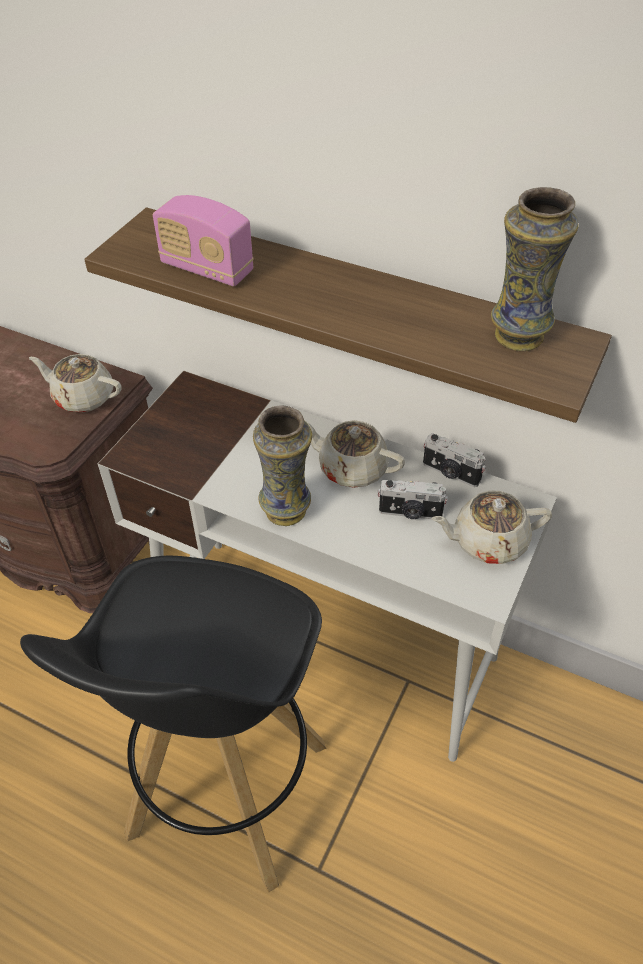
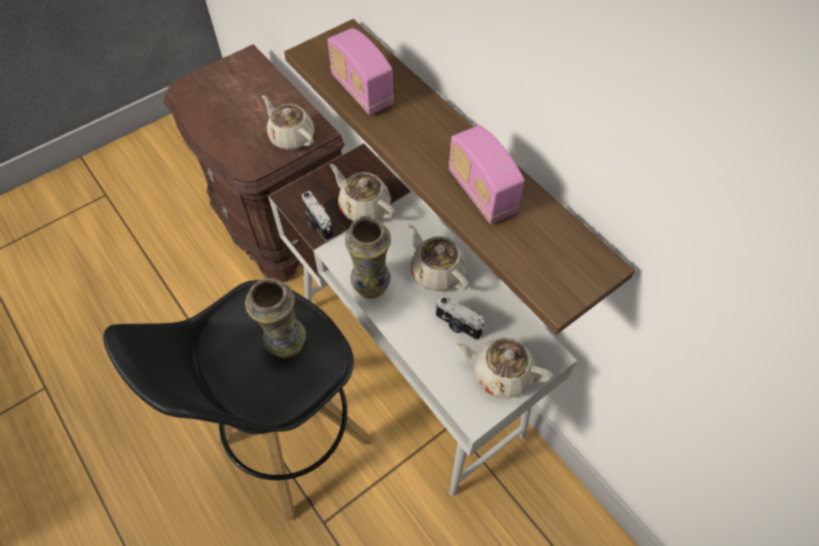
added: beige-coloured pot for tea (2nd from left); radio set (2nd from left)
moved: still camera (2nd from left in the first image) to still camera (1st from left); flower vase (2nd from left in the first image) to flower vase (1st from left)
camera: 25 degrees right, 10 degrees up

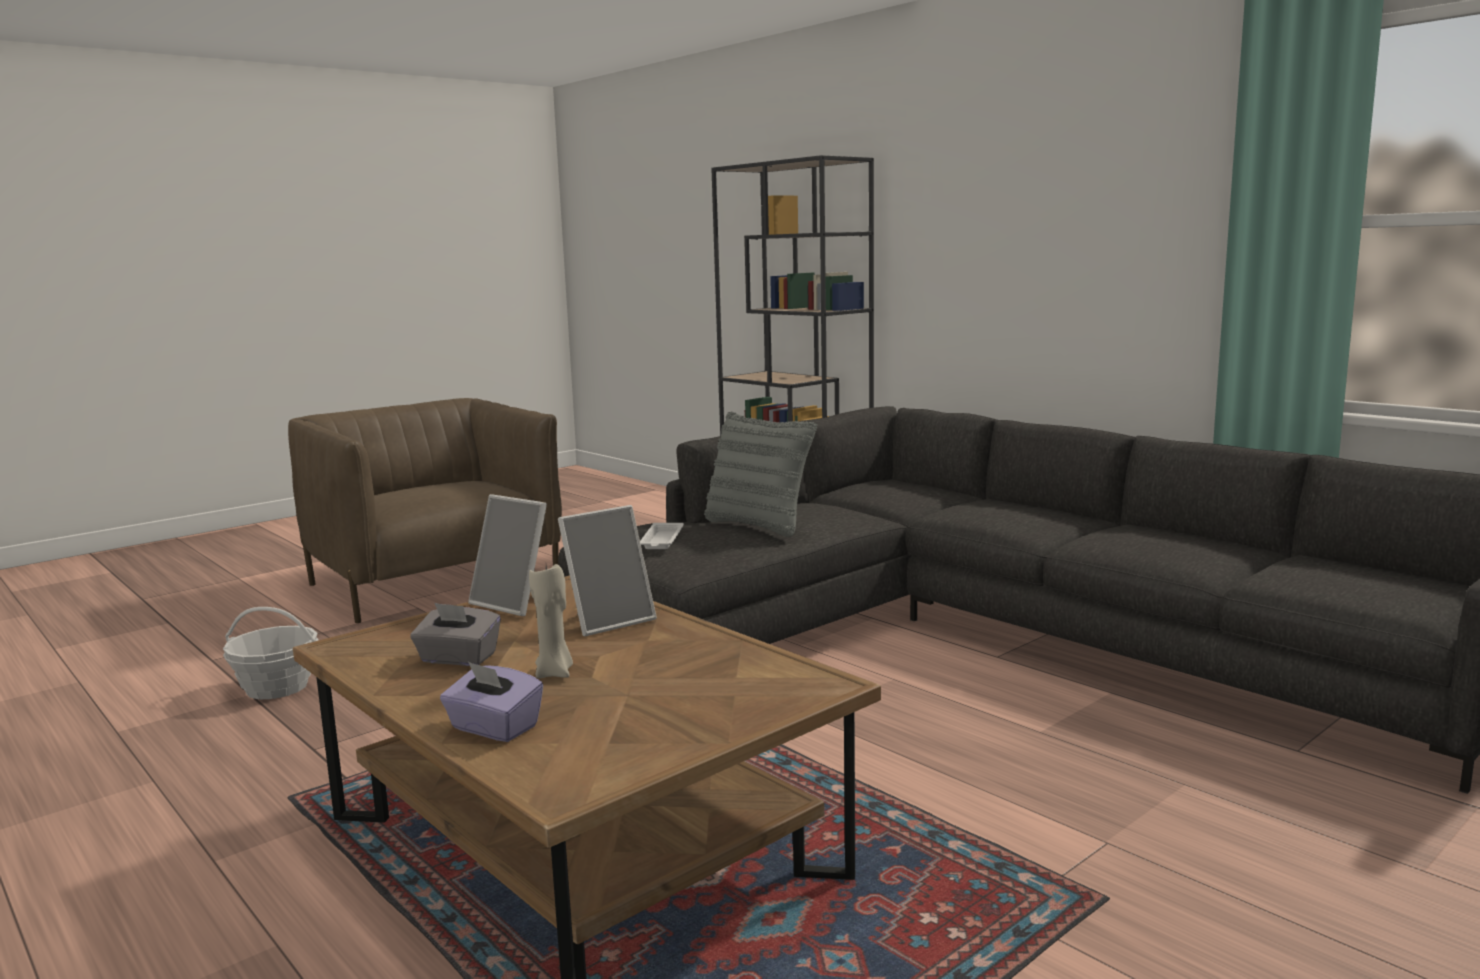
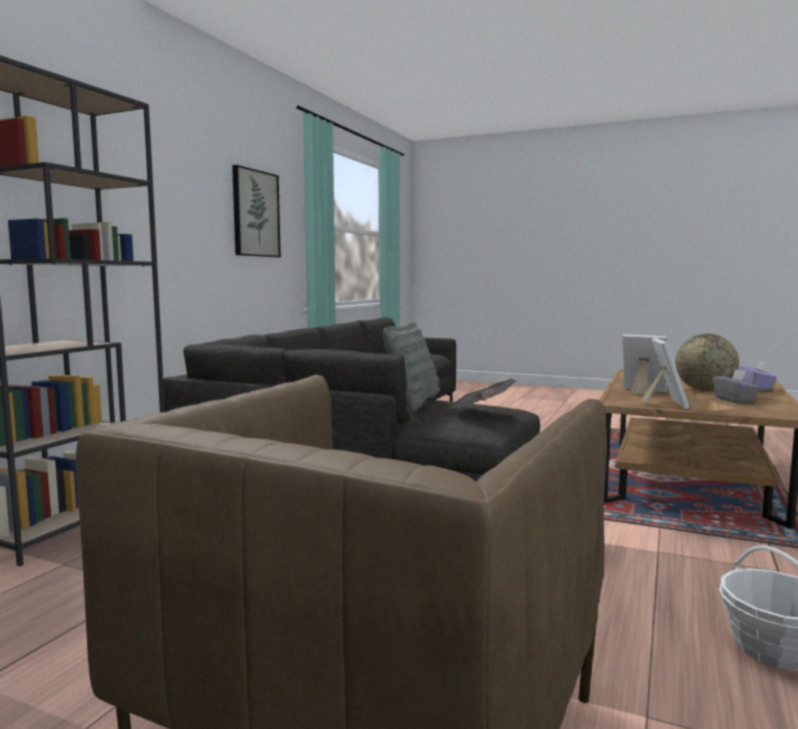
added: wall art
replaced: beige-coloured wax light to globe; white serving tray to printed paper
camera: 115 degrees left, 5 degrees down

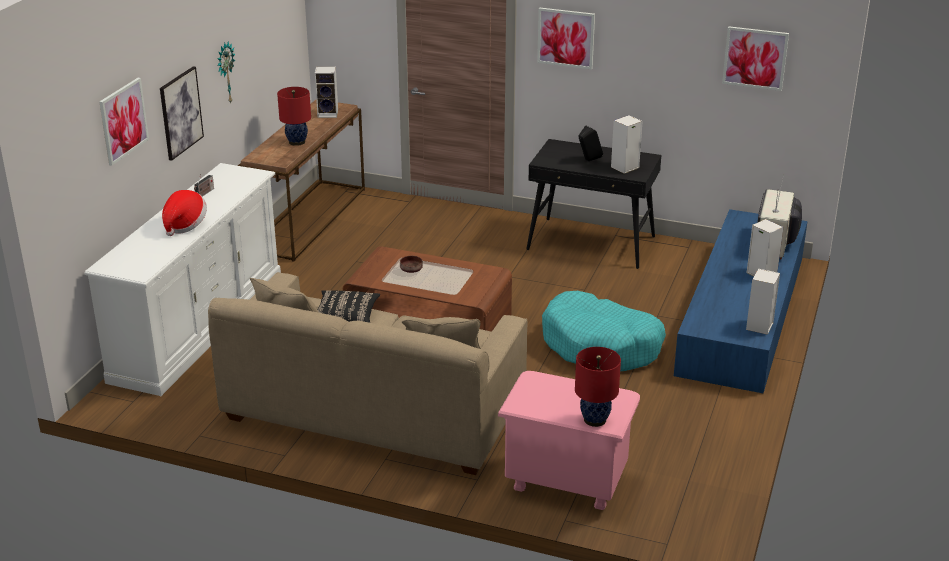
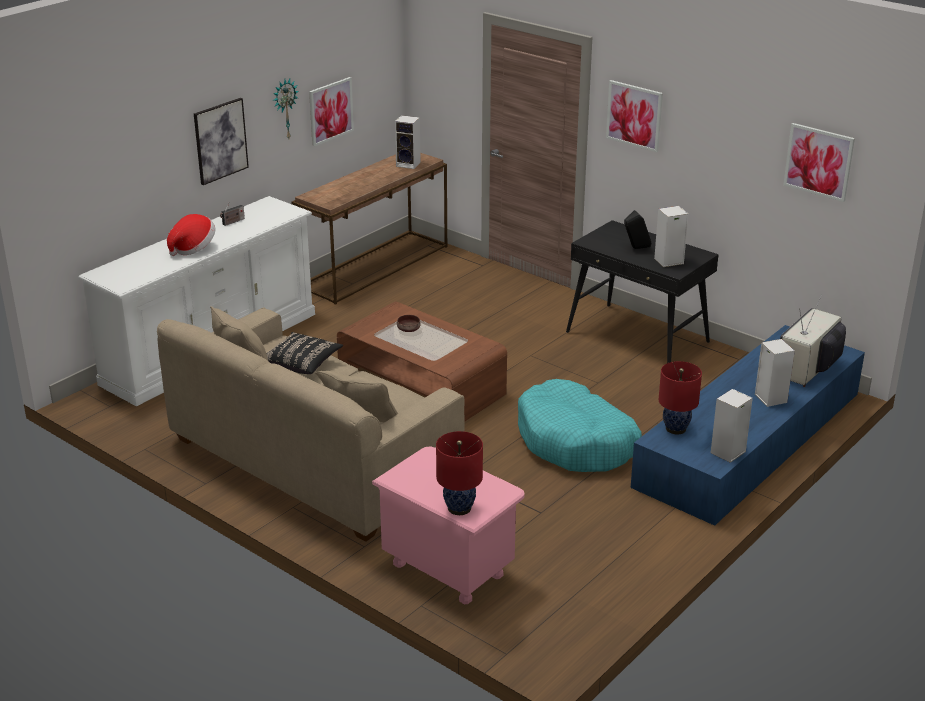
moved: wall art (1st from left in the first image) to wall art (2nd from left); red-coloured table lamp (1st from left in the first image) to red-coloured table lamp (2nd from left)
camera: 20 degrees right, 0 degrees up

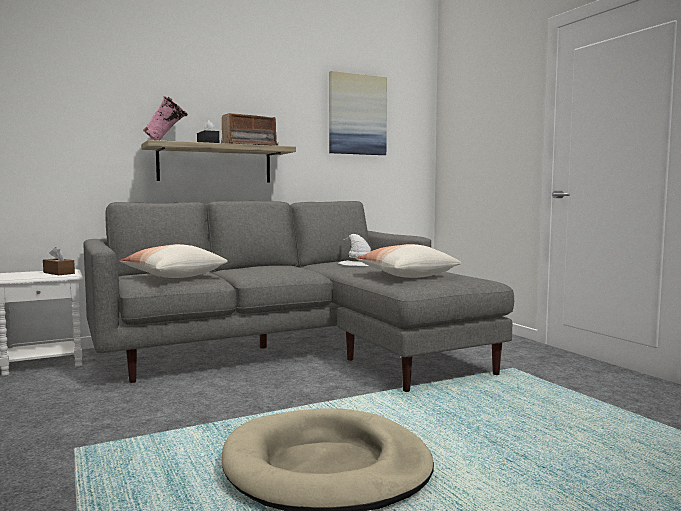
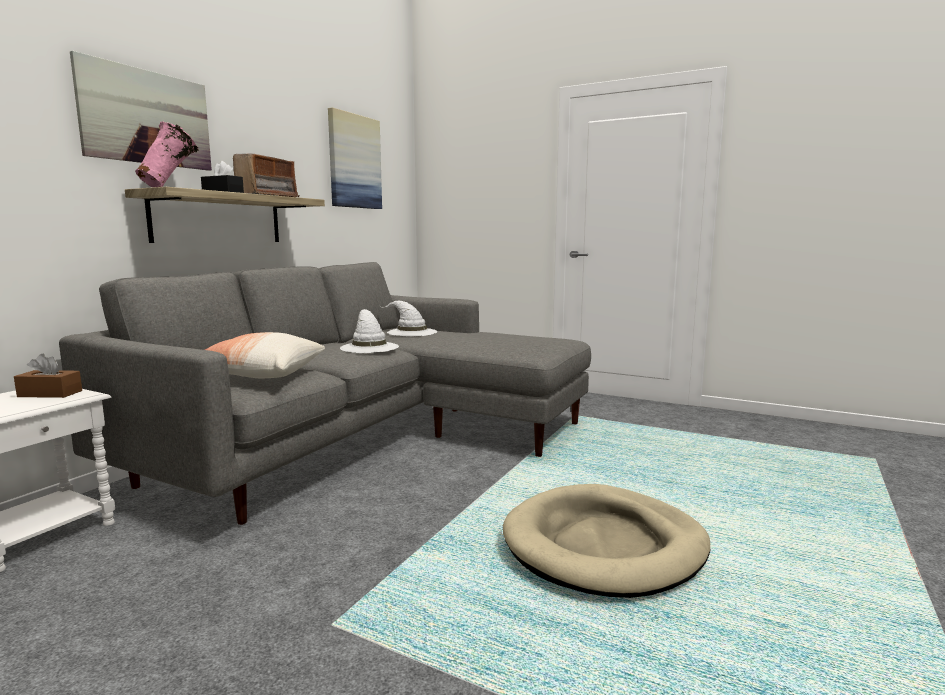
removed: pillow (2nd from left)
added: wall art (1st from left); white wearable hat (1st from left)
camera: 35 degrees left, 5 degrees up

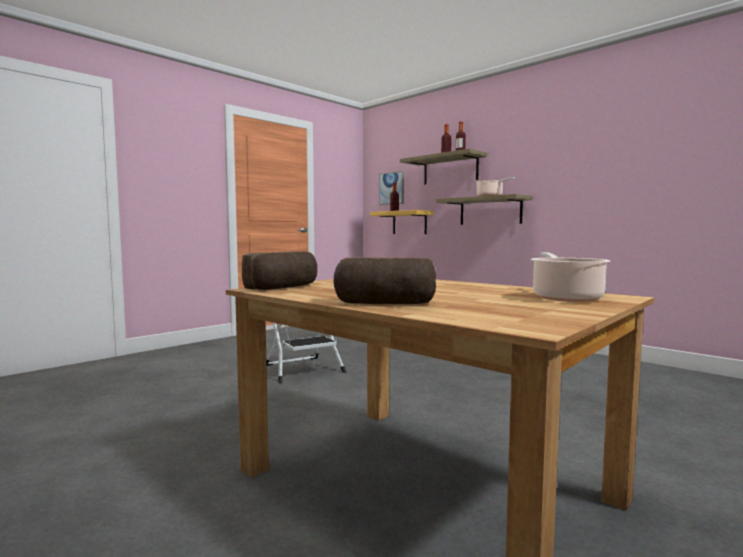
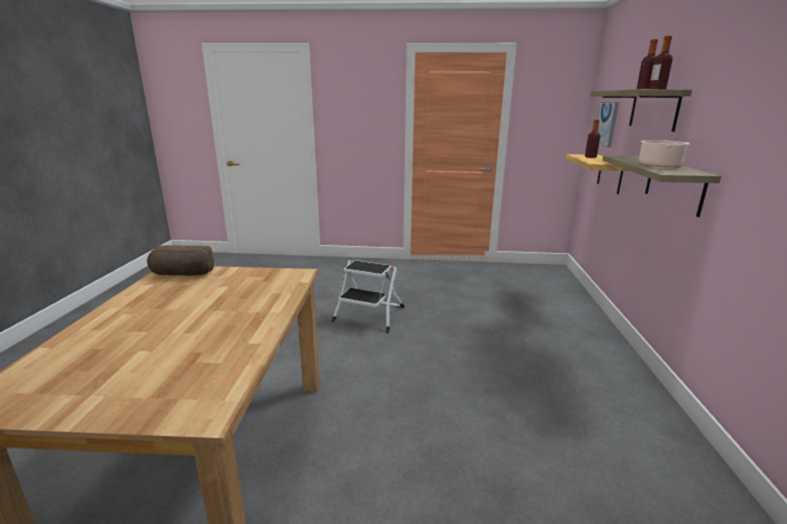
removed: bakery bread (2nd from left); cooking pot (2nd from left)
camera: 50 degrees right, 15 degrees up

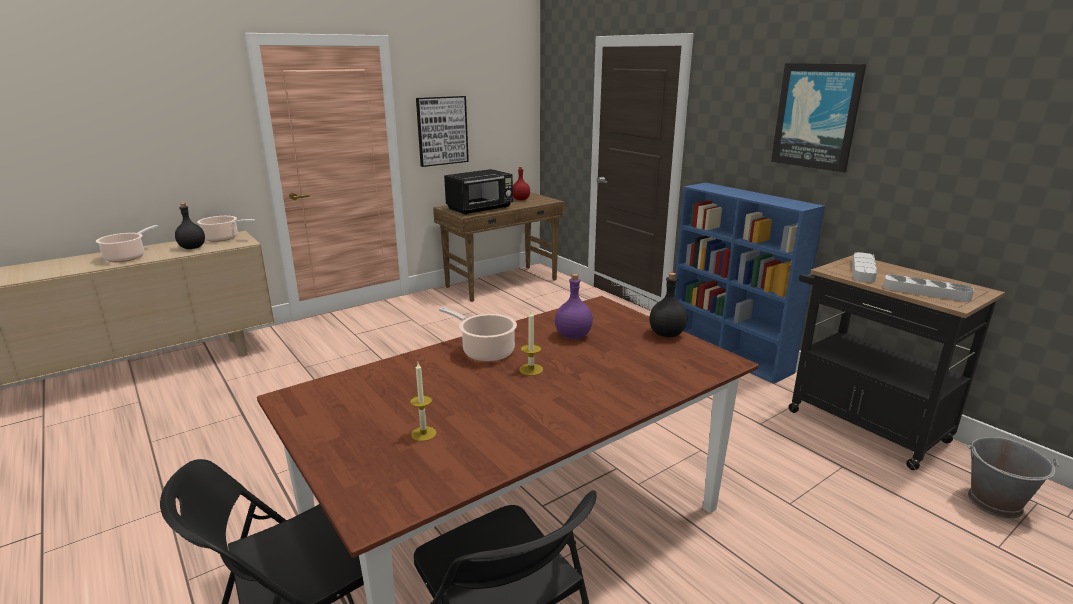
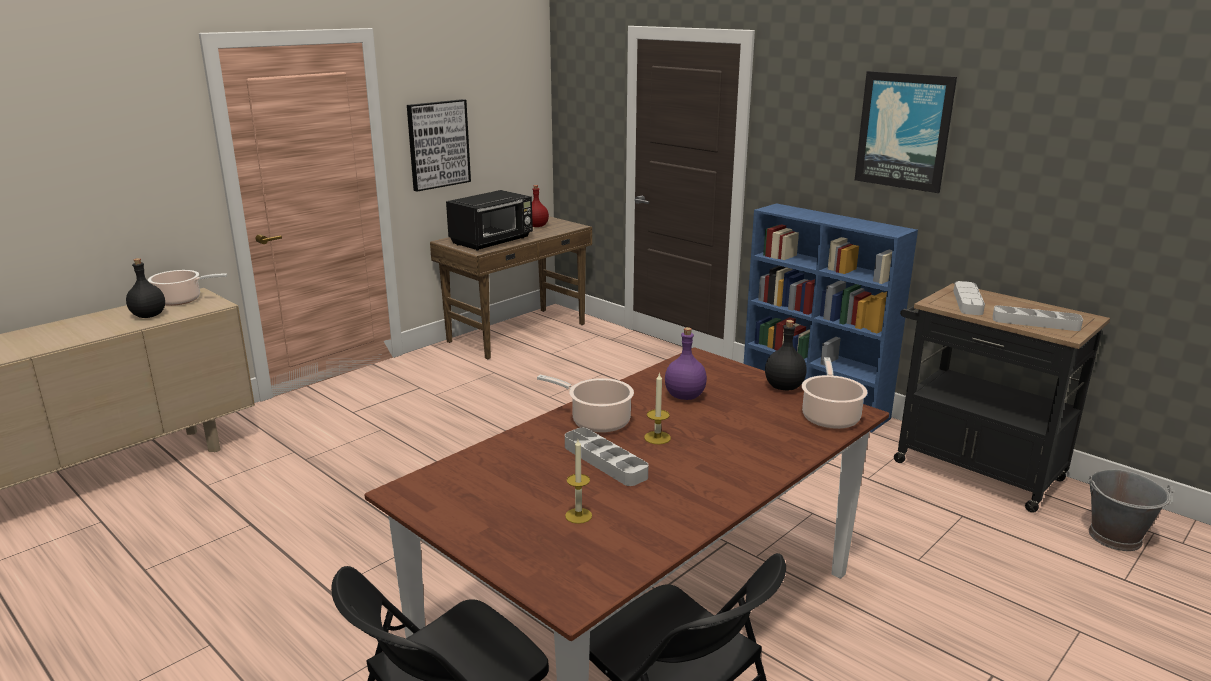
added: greyish serving tray (1st from left)
moved: cooking pot (1st from left in the first image) to cooking pot (3rd from left)
camera: 10 degrees left, 0 degrees up

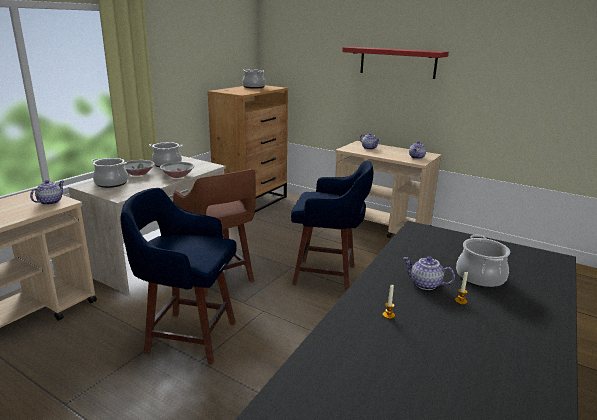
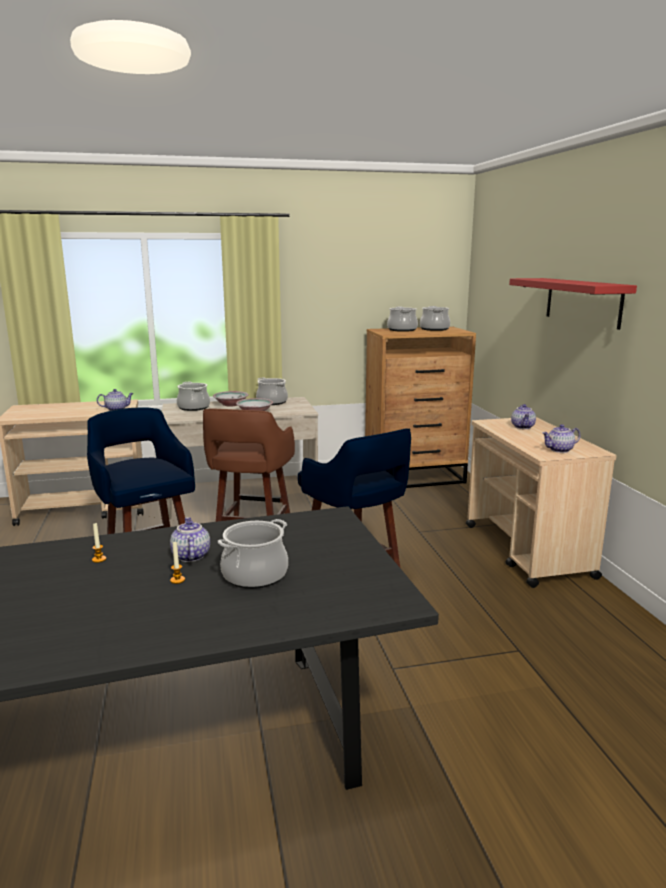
added: cooking pot (4th from left)
camera: 45 degrees right, 5 degrees down

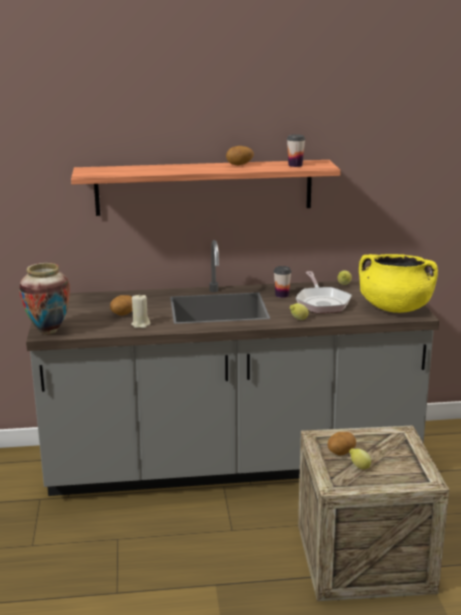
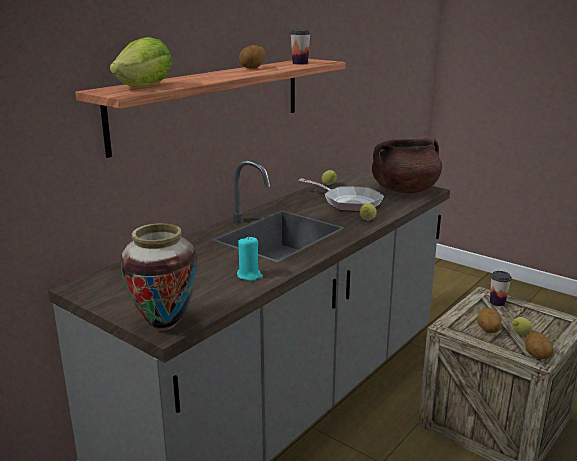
added: lettuce
moved: whole potato (1st from left in the first image) to whole potato (3rd from left); small cup (1st from left in the first image) to small cup (2nd from left)
recoloured: beige-coloured wax light to turquoise-coloured wax light; yellow cooking pot to brownish cooking pot
camera: 45 degrees left, 0 degrees up

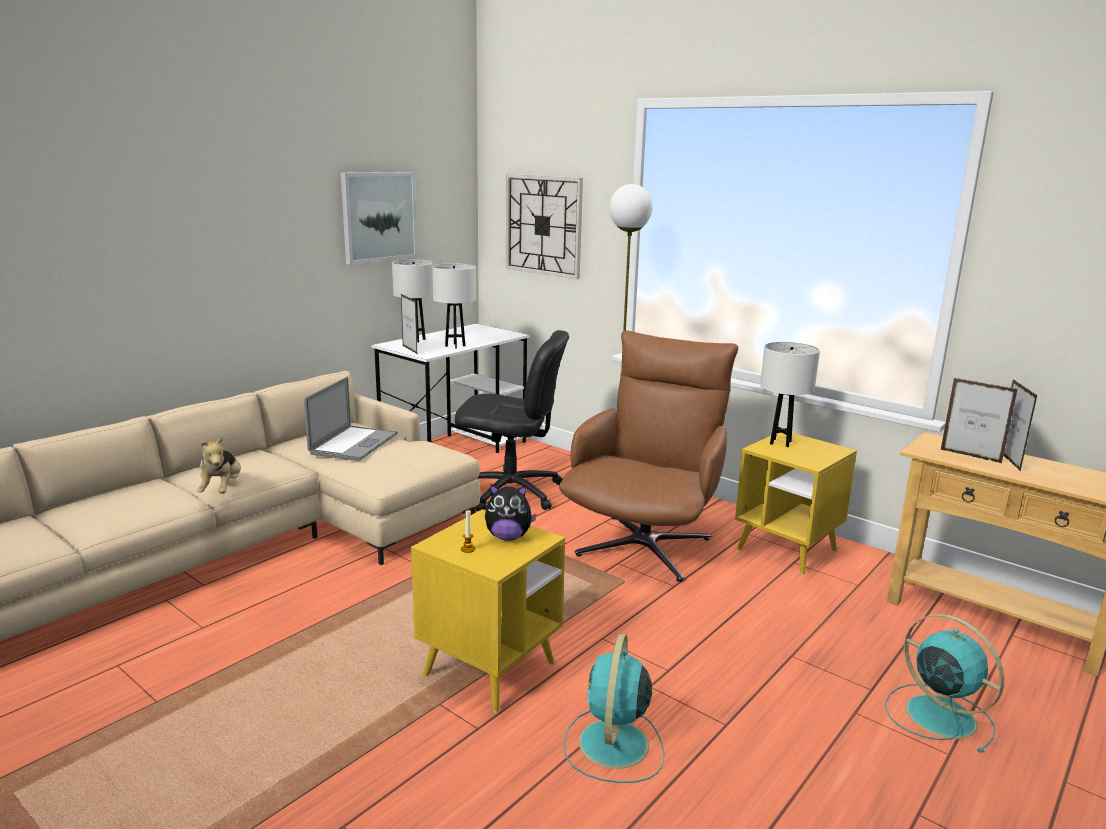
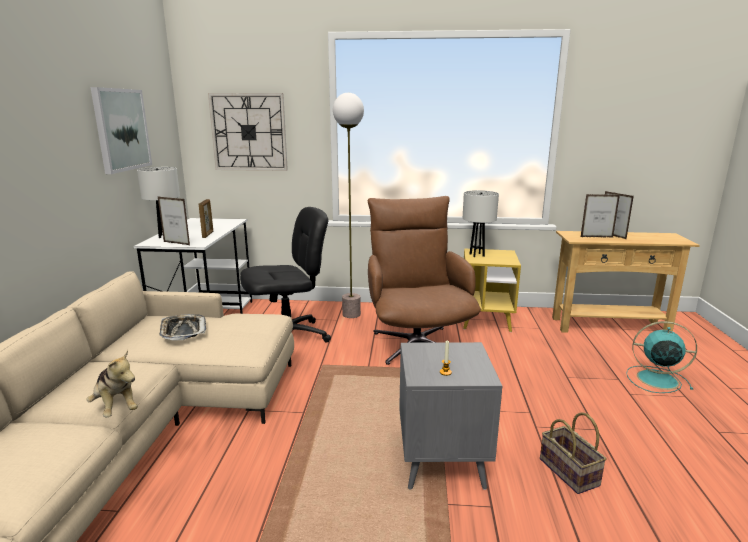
removed: soft toy (2nd from left)
replaced: notebook computer to serving tray; white table lamp (2nd from left) to photo frame (2nd from left); turquoise-coloured electric fan (1st from left) to basket
recoloured: yellow end table (1st from left) to greyish end table
camera: 35 degrees left, 0 degrees up

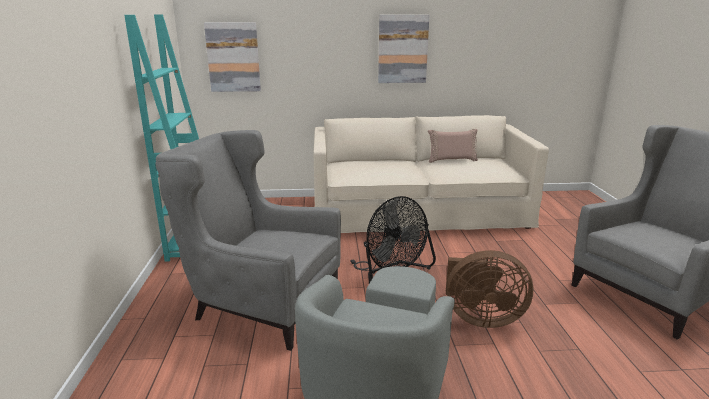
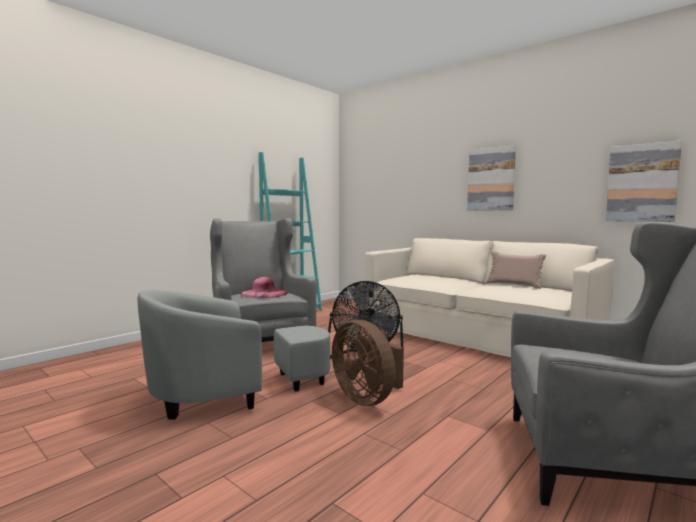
added: pink-coloured wearable hat
moved: wall art (1st from left in the first image) to wall art (2nd from left)
camera: 45 degrees right, 15 degrees down

